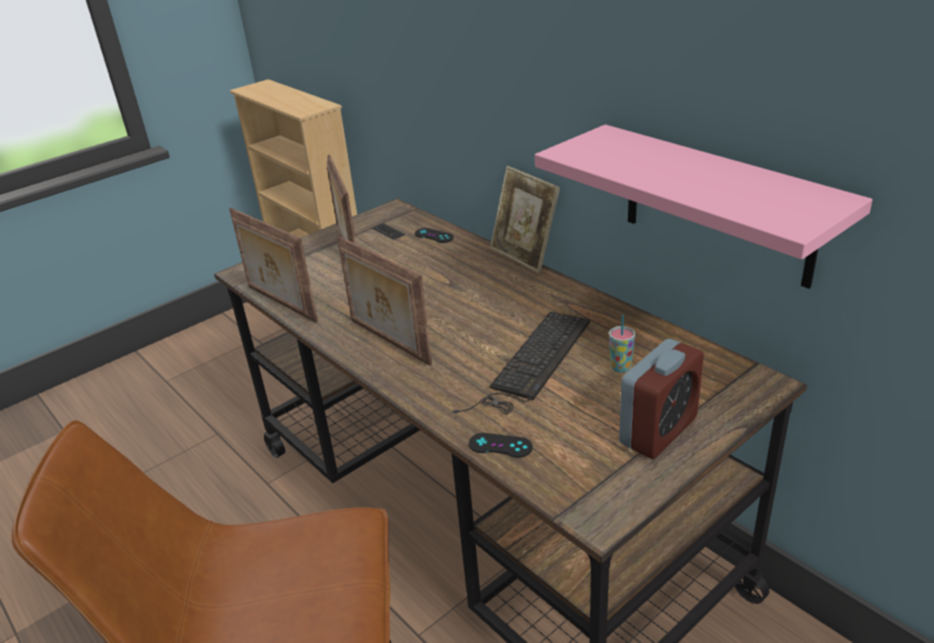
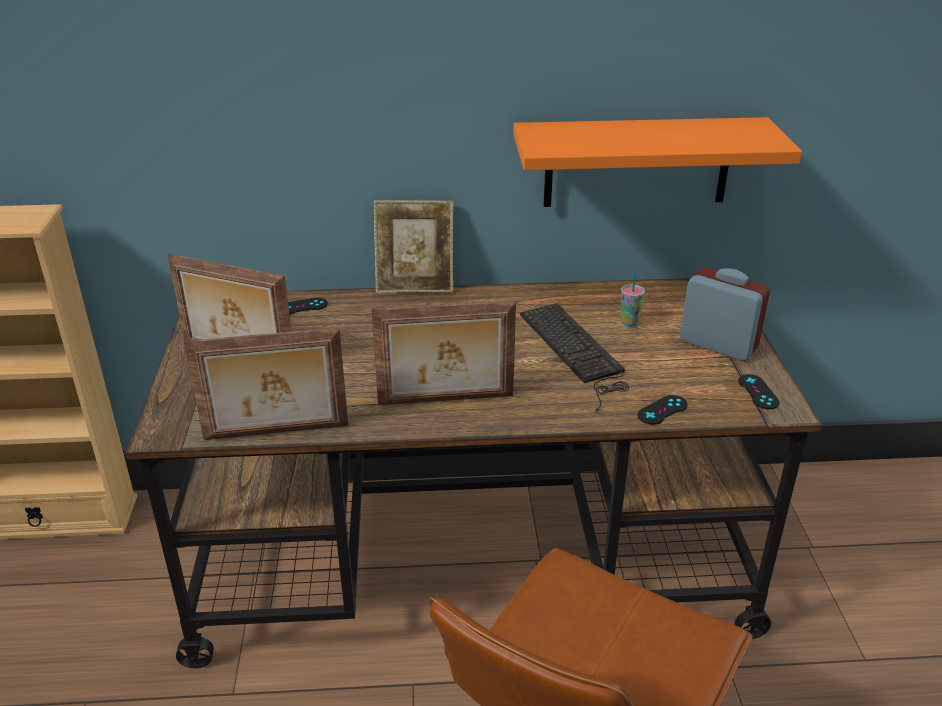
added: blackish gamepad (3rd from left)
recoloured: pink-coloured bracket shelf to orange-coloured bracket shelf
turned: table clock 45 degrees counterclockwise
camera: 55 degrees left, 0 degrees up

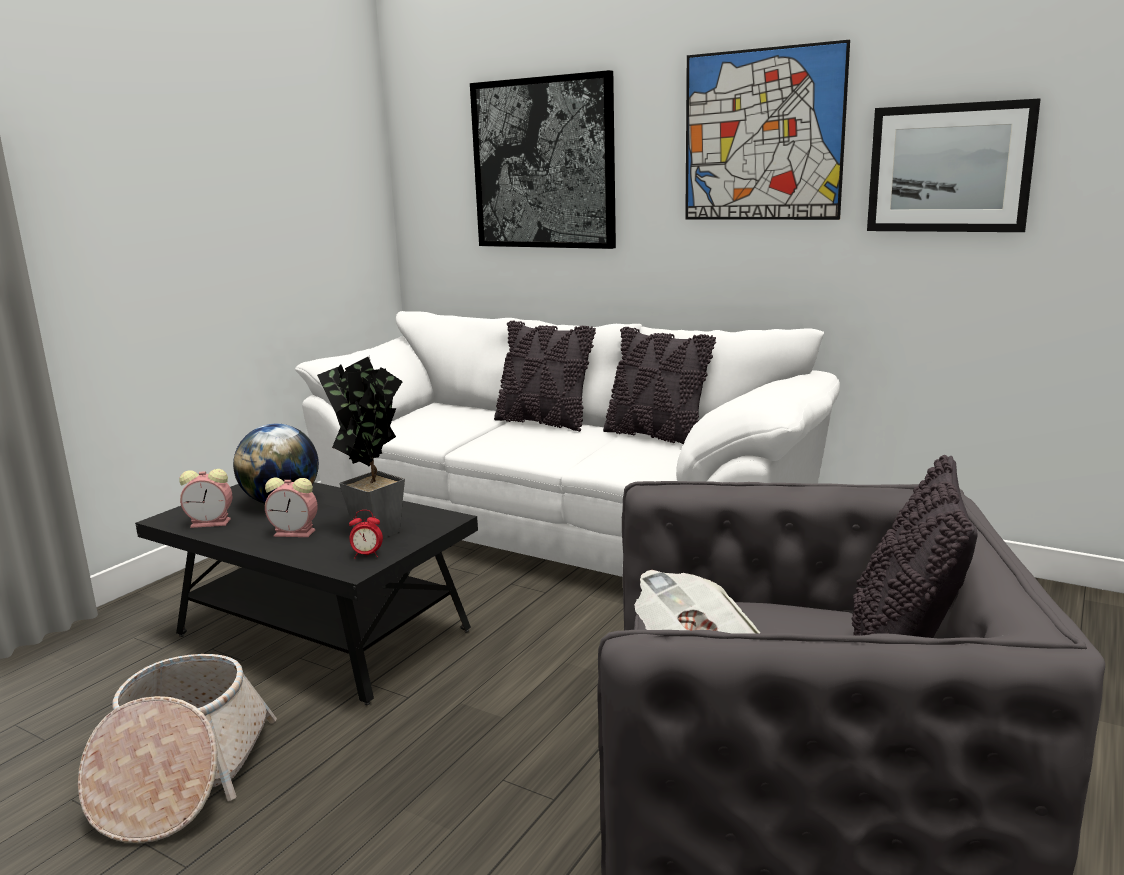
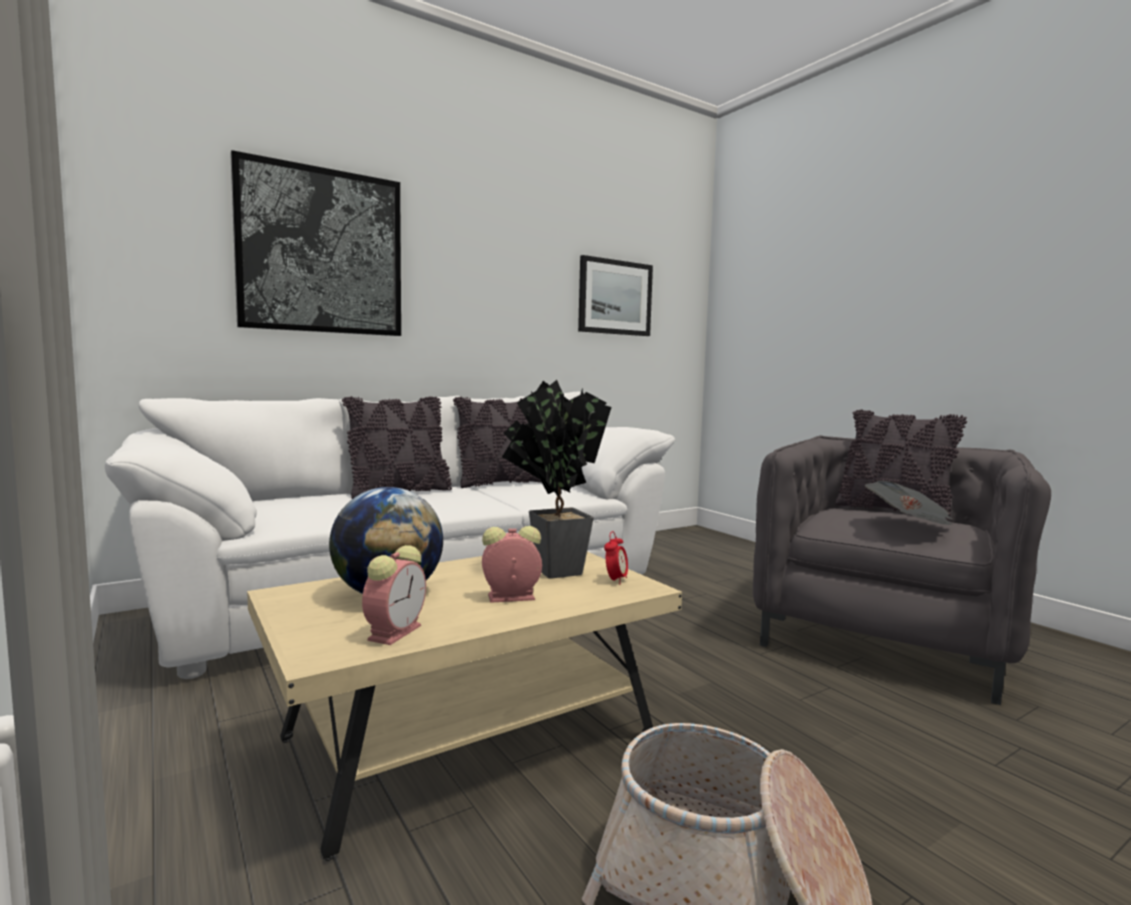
removed: wall art (2nd from left)
recoloured: blackish lounge table to beige-coloured lounge table
turned: table clock (2nd from left) 135 degrees counterclockwise
camera: 65 degrees left, 10 degrees down

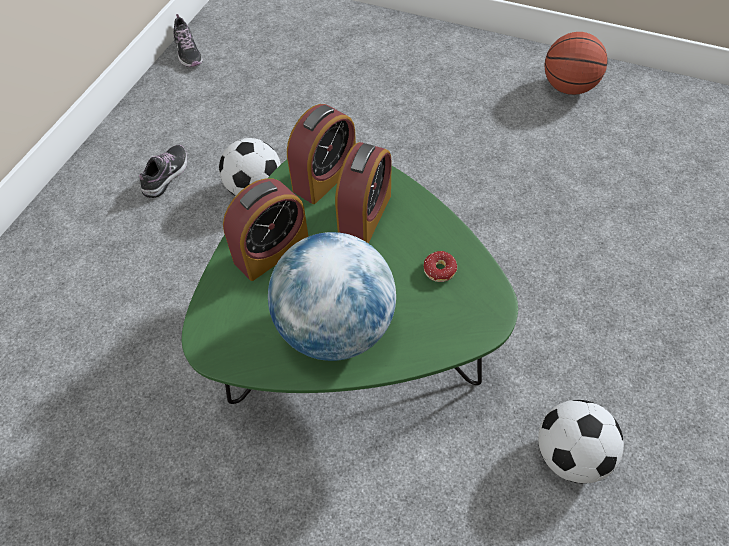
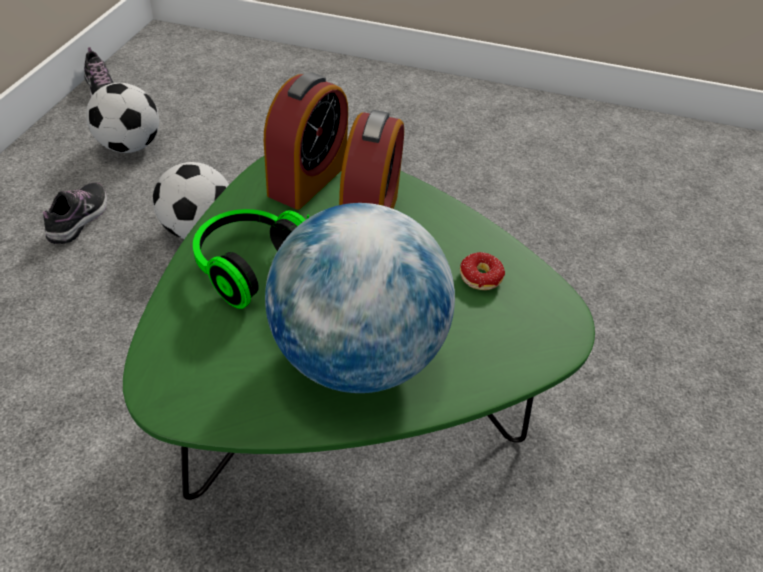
removed: ball for basketball
moved: ball for football (2nd from left in the first image) to ball for football (1st from left)
replaced: table clock (1st from left) to headphones
camera: 15 degrees left, 10 degrees down

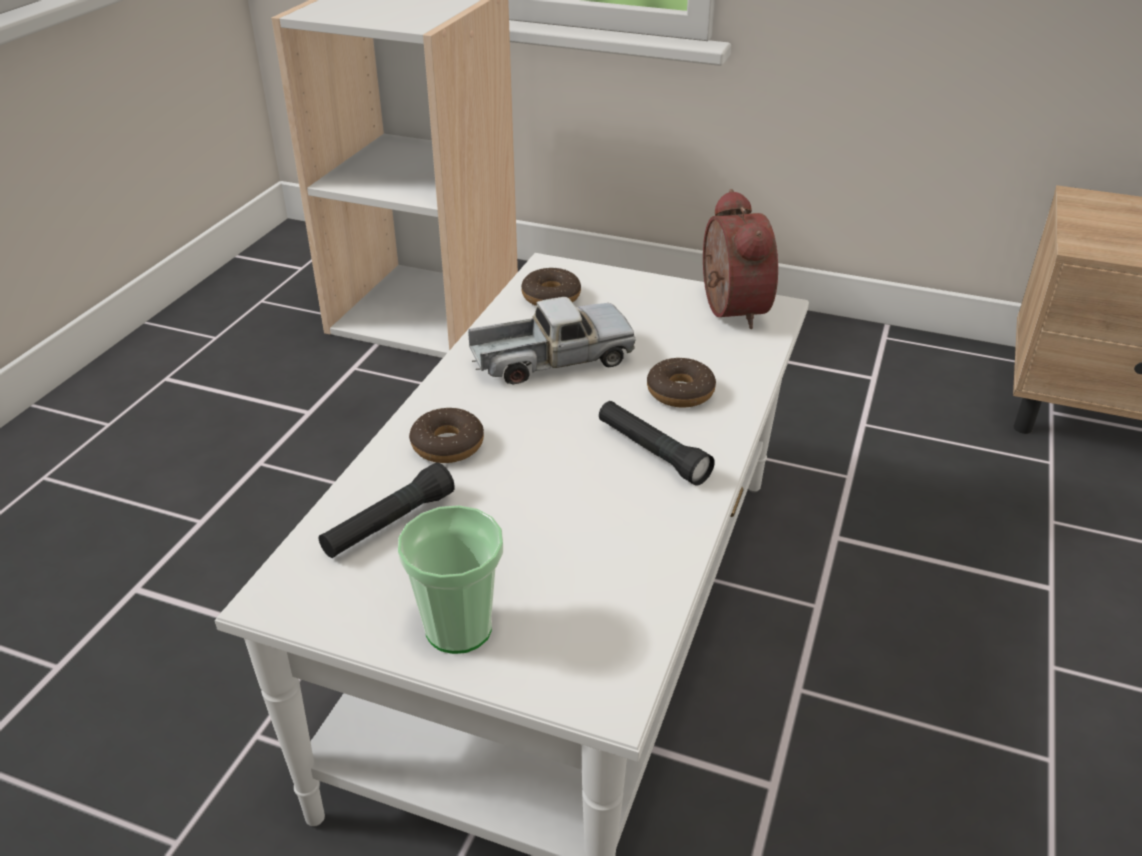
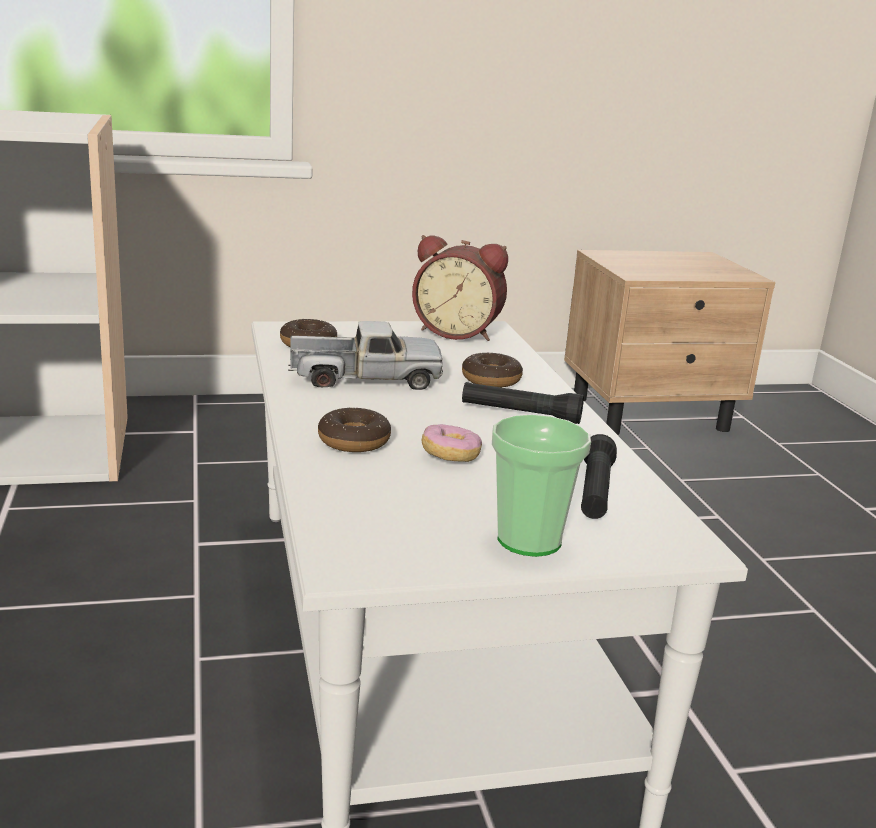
added: ring doughnut (3rd from left)
moved: blackish hand torch (1st from left in the first image) to blackish hand torch (2nd from left)
turned: model truck 45 degrees clockwise; table clock 150 degrees clockwise
camera: 35 degrees left, 15 degrees down

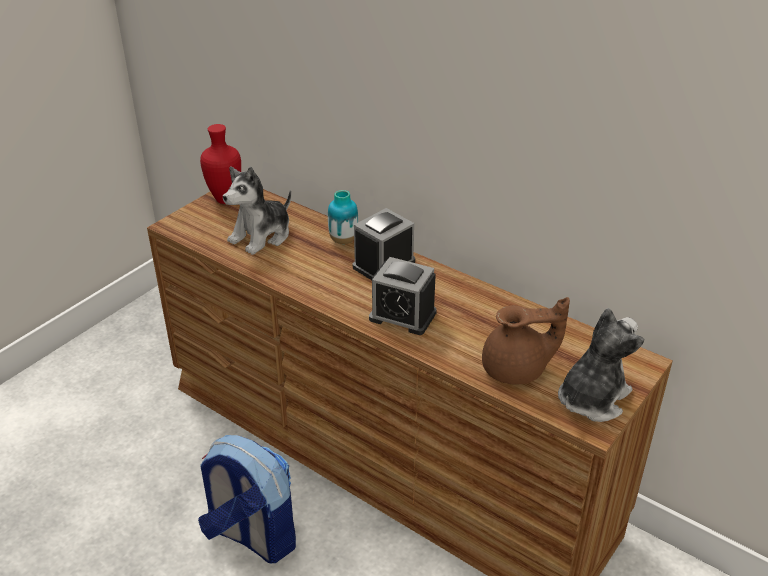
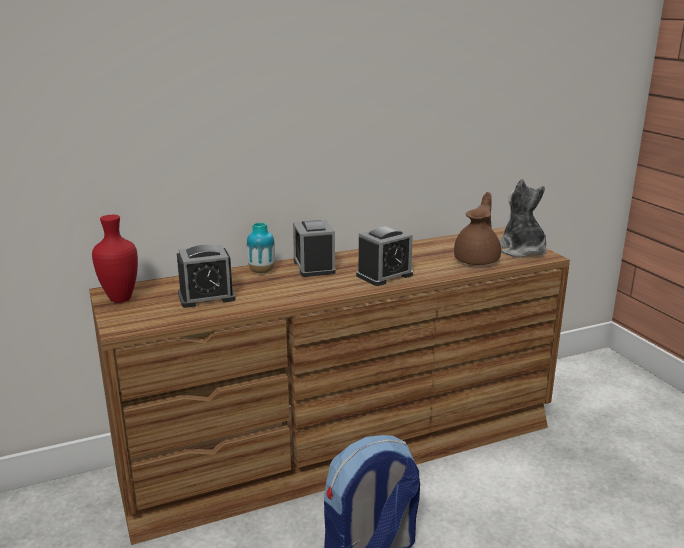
replaced: soft toy (1st from left) to table clock (1st from left)
camera: 60 degrees left, 15 degrees down

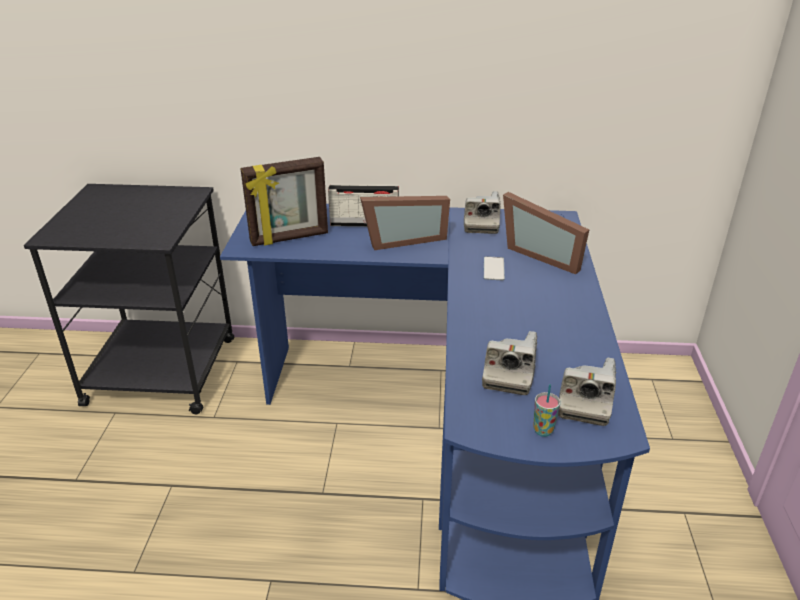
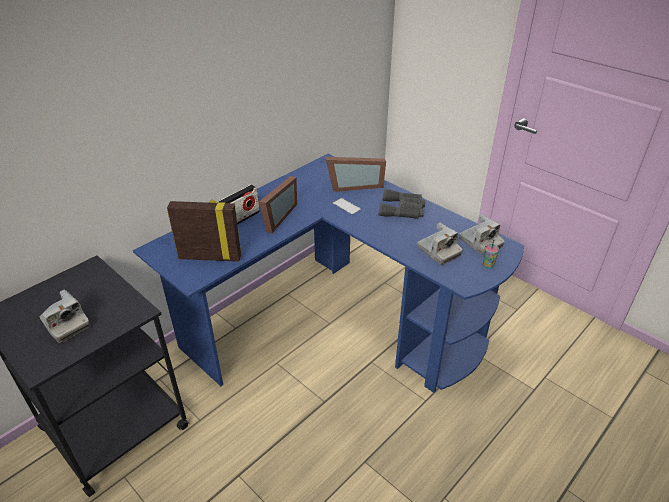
added: greyish binoculars
moved: still camera (1st from left)
turned: photo frame (1st from left) 105 degrees counterclockwise
camera: 50 degrees left, 5 degrees up

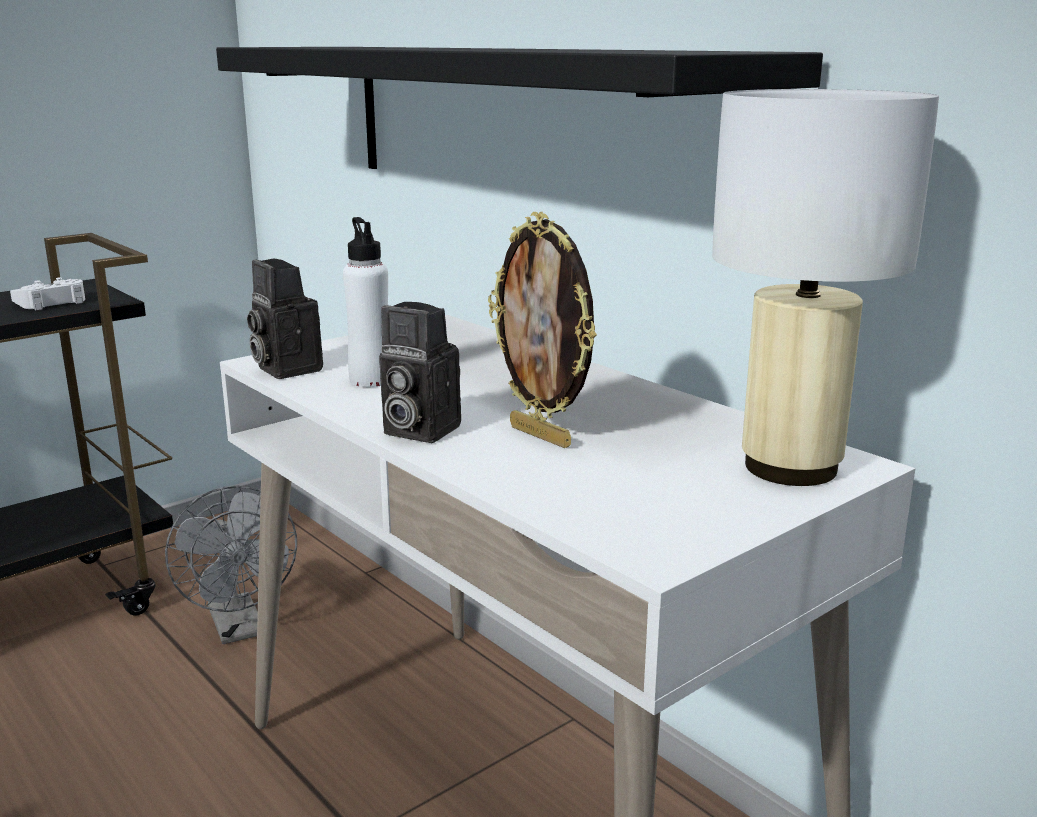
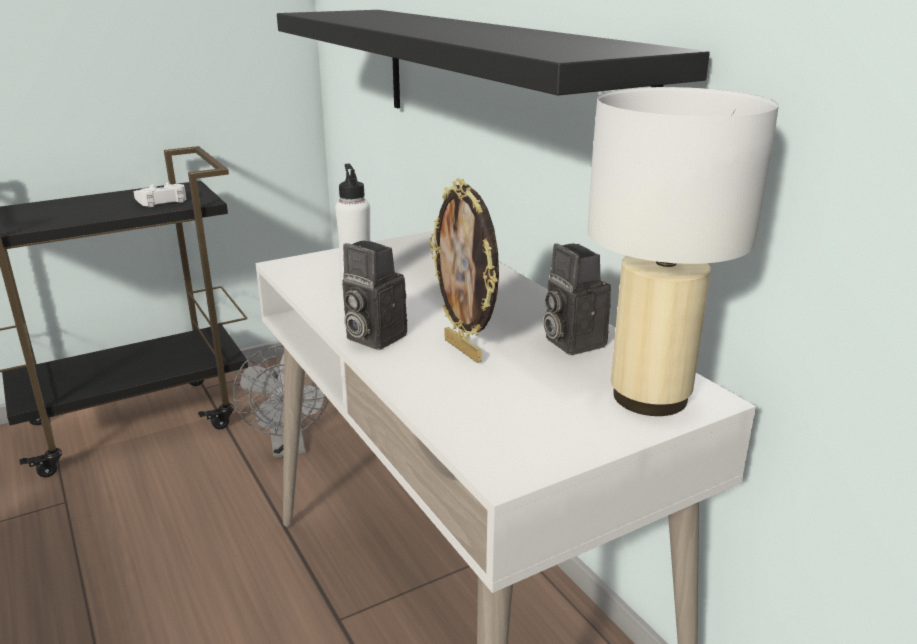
moved: still camera (1st from left in the first image) to still camera (2nd from left)
camera: 10 degrees right, 5 degrees up

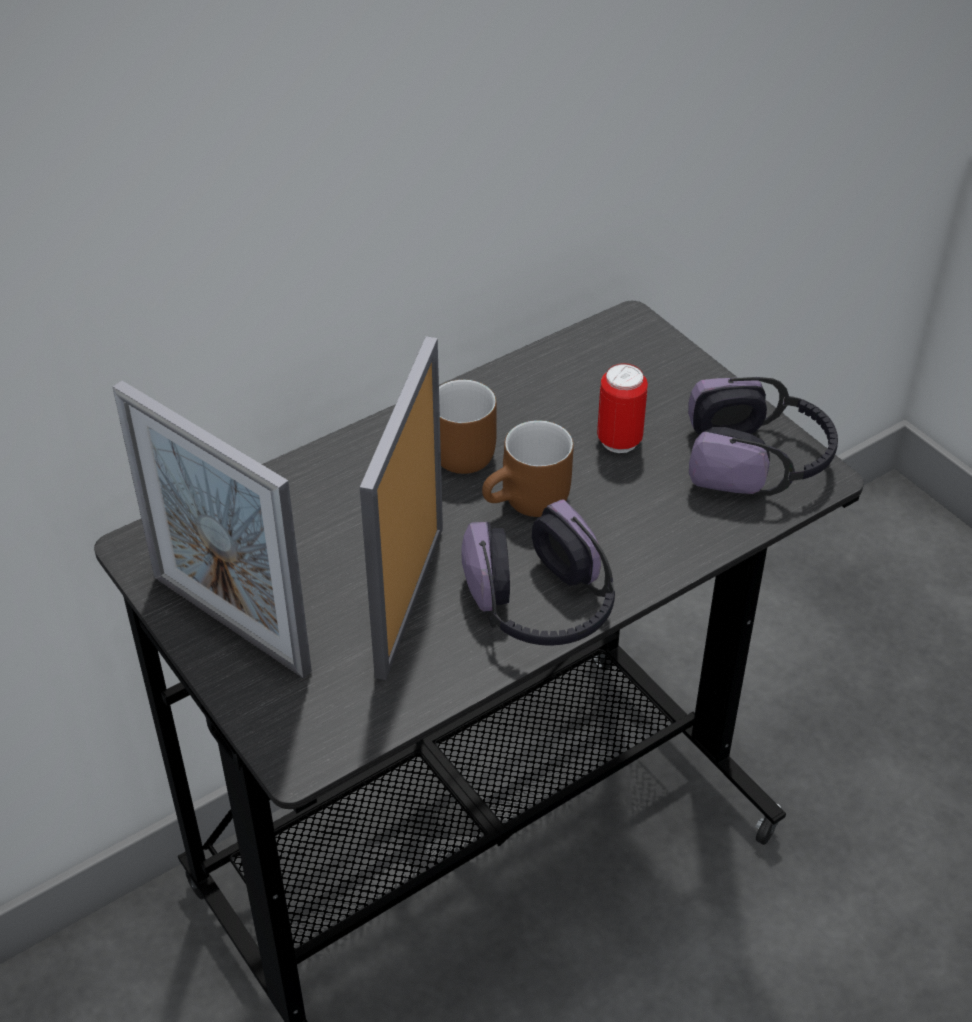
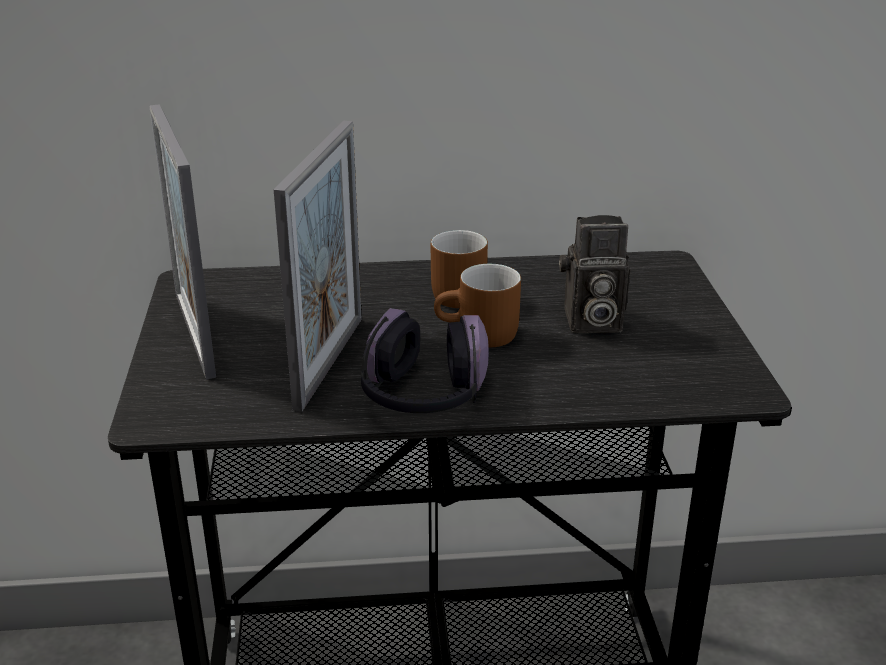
removed: headphones (2nd from left)
replaced: sealed can to still camera
turned: photo frame (2nd from left) 150 degrees clockwise
camera: 30 degrees right, 15 degrees down

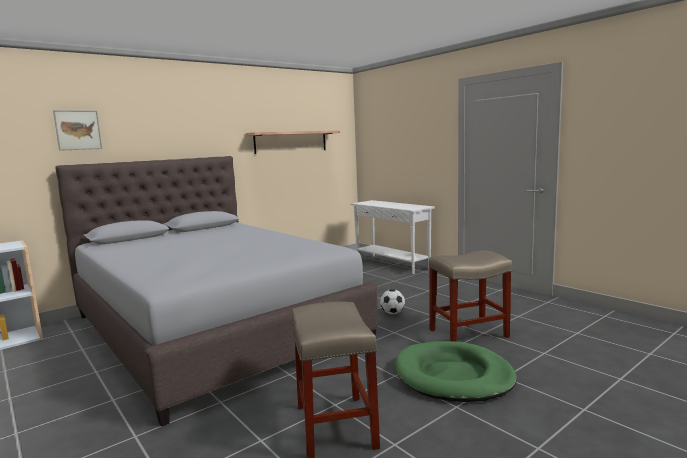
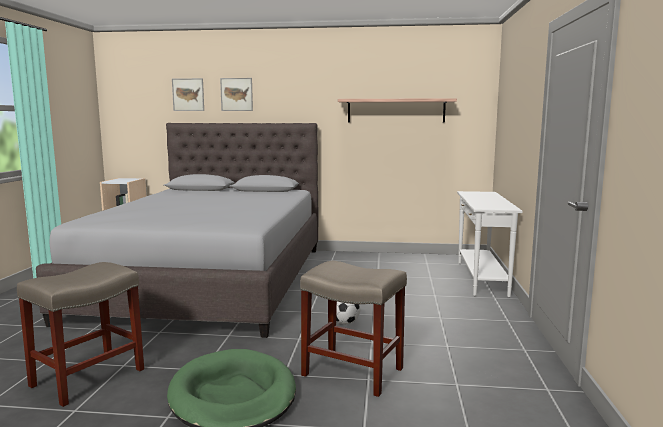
added: wall art (2nd from left)
camera: 45 degrees right, 0 degrees up

